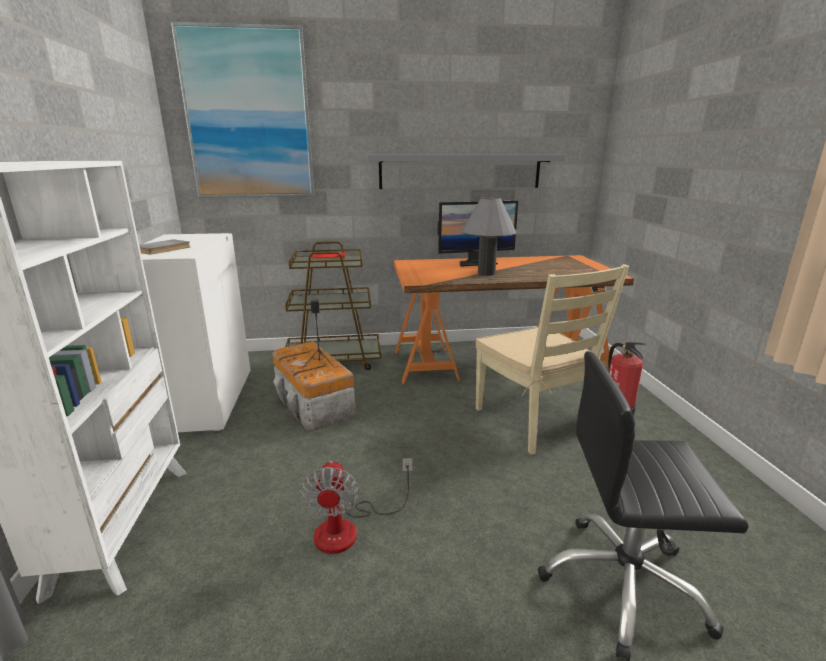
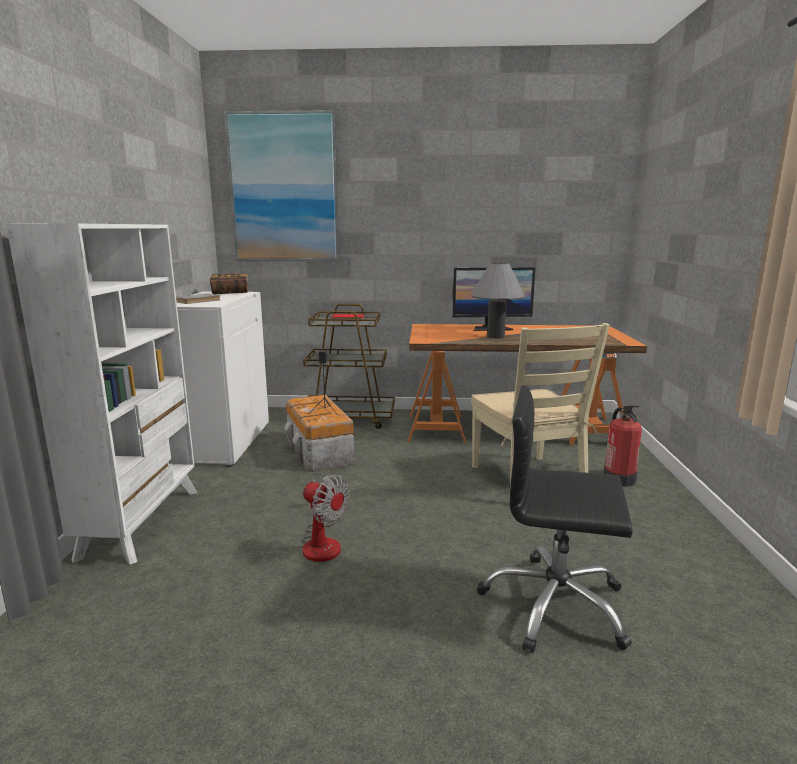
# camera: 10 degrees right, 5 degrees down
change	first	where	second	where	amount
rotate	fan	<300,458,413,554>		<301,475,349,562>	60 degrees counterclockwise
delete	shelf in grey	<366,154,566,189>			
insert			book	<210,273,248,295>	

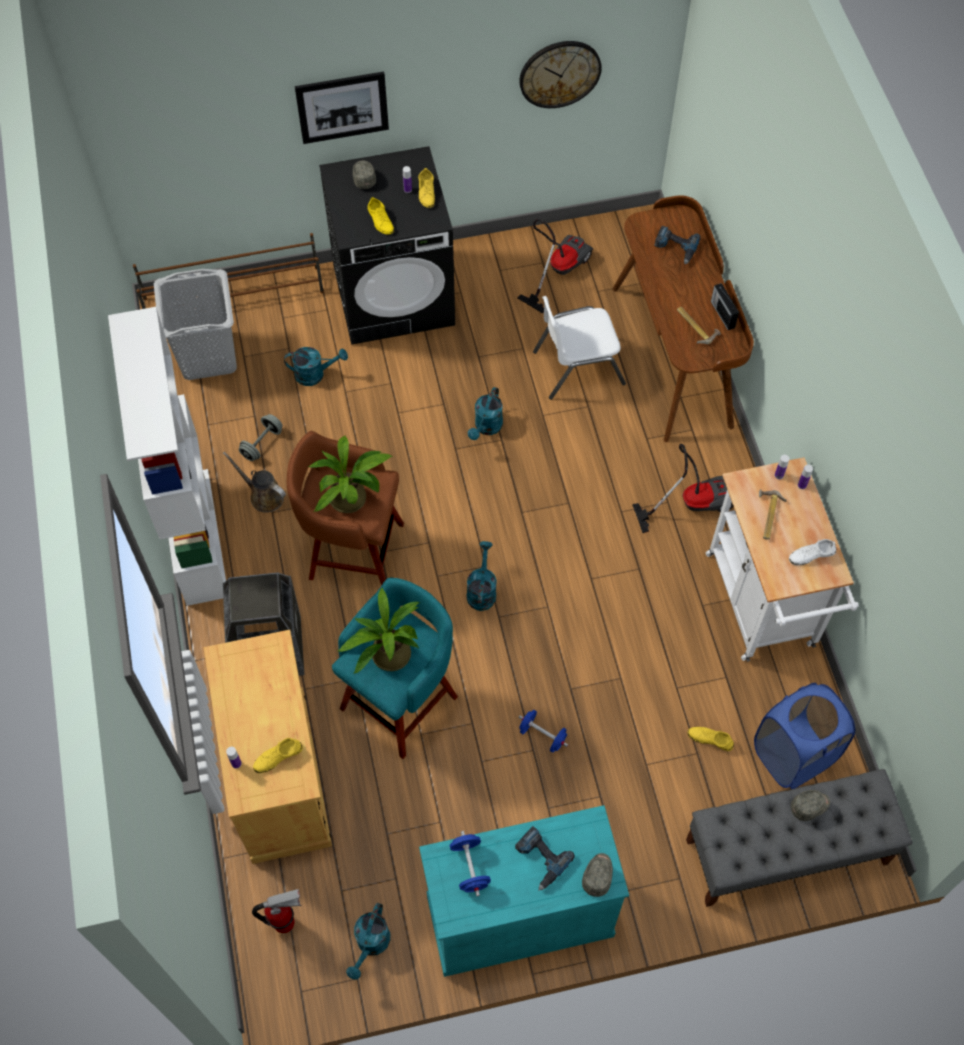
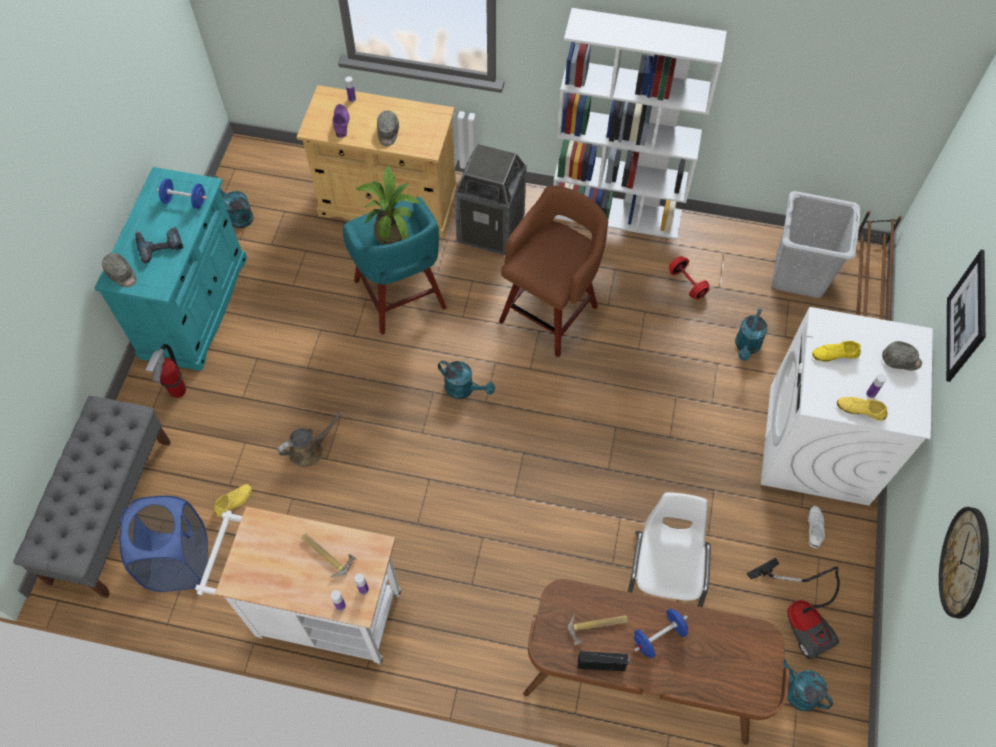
# camera: 115 degrees right, 0 degrees up
change	first	where	second	where	amount
move	watering can in brown	<223,452,286,513>		<277,411,344,467>	
recolor	dumbbell in grey	<239,414,283,461>	dumbbell in red	<669,256,710,299>	
move	fire extinguisher	<252,889,302,933>		<145,344,186,398>	
recolor	shoe in yellow	<253,738,303,773>	shoe in purple	<332,104,350,138>	
delete	potted plant	<308,435,394,513>			
recolor	washing machine in black	<319,146,455,345>	washing machine in white	<761,307,933,506>	
move	watering can in turquoise	<468,387,503,440>		<784,650,833,711>	
move	dumbbell in blue	<518,710,568,753>		<634,609,688,658>	
delete	vacuum cleaner	<632,444,733,533>			
delete	power drill	<654,226,701,264>			
move	shoe in white	<789,539,836,565>		<808,506,825,548>	
move	cap in grey	<791,790,830,821>		<377,110,399,146>	

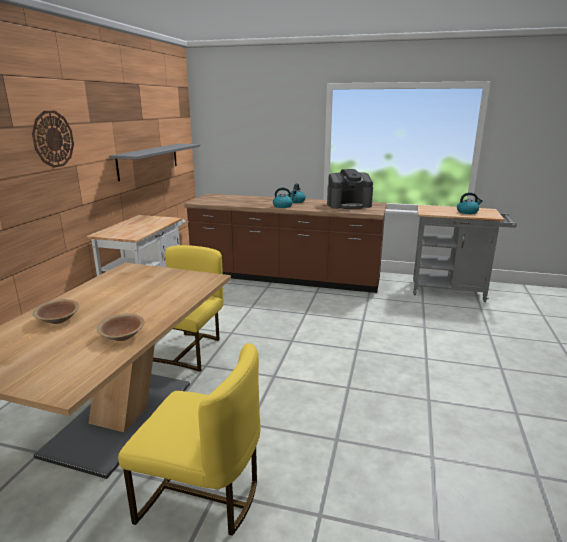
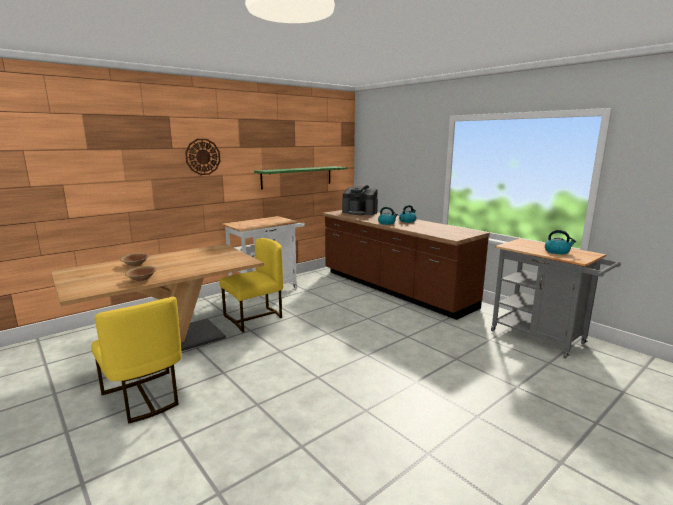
# camera: 35 degrees right, 5 degrees down
change	first	where	second	where	amount
recolor	shelf in grey	<109,144,200,181>	shelf in green	<254,166,347,190>	
move	coffee machine	<327,169,373,209>		<342,185,378,215>	

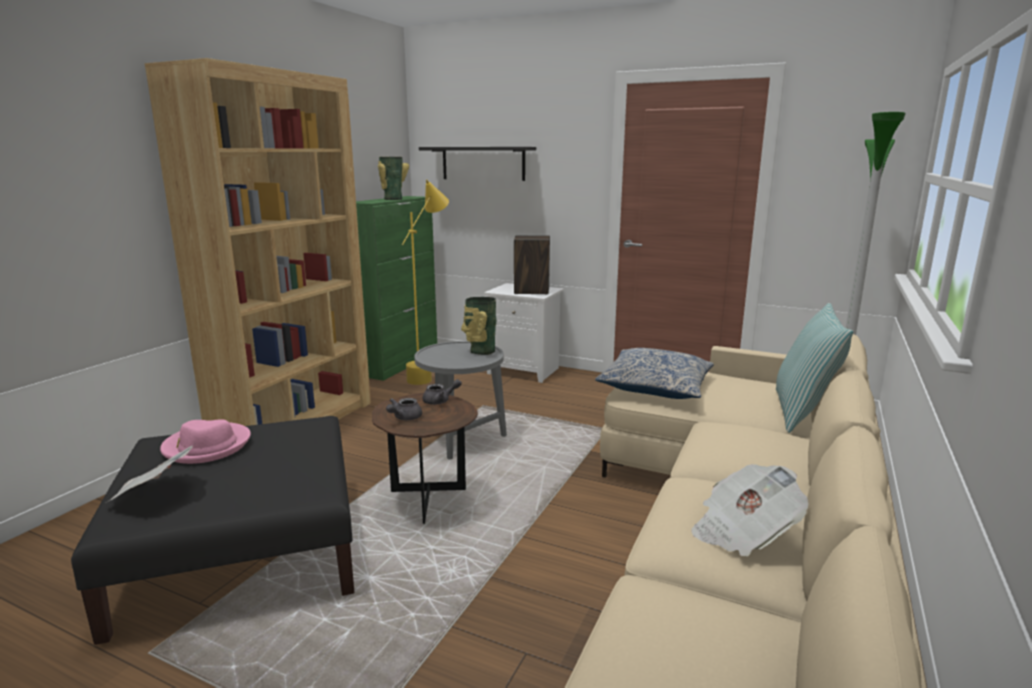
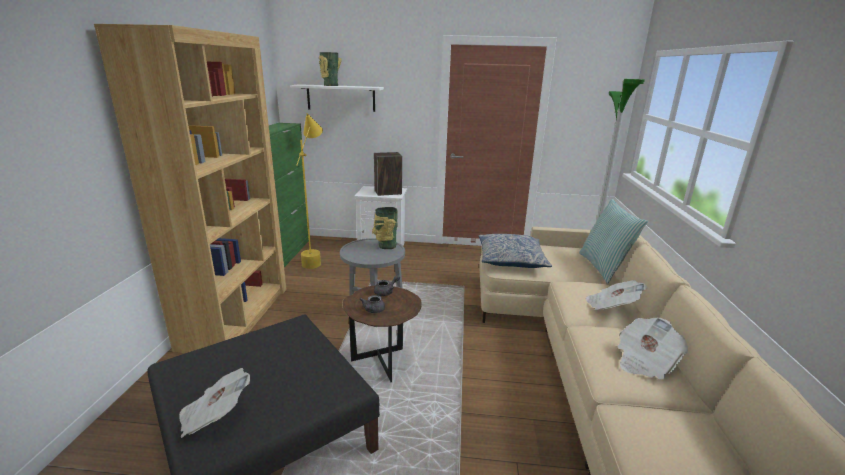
# camera: 20 degrees left, 5 degrees up
change	first	where	second	where	amount
delete	hat in pink	<160,419,251,464>			
move	vase	<378,157,409,200>		<319,52,342,86>	
recolor	shelf in black	<419,147,536,181>	shelf in white	<290,84,384,112>	
insert			newspaper	<585,280,647,310>	

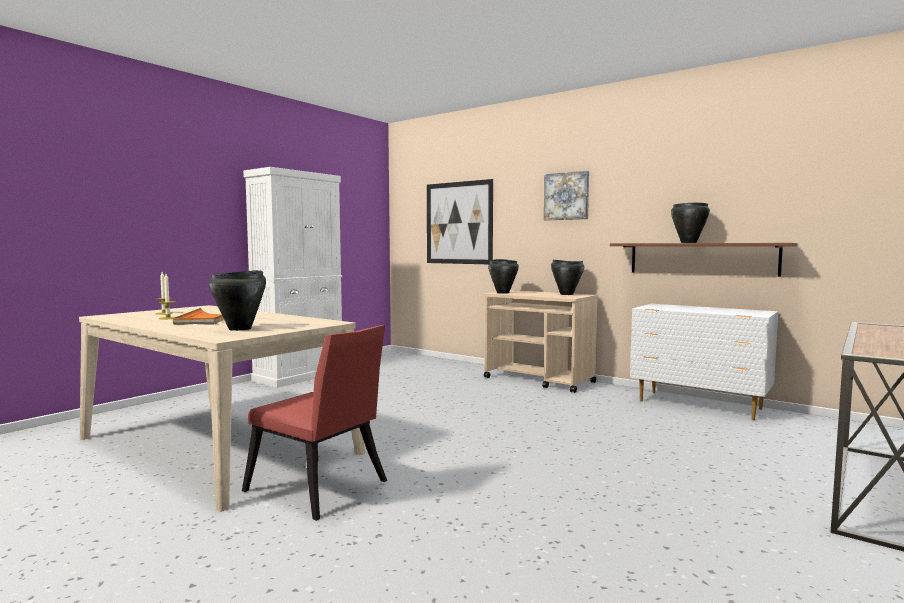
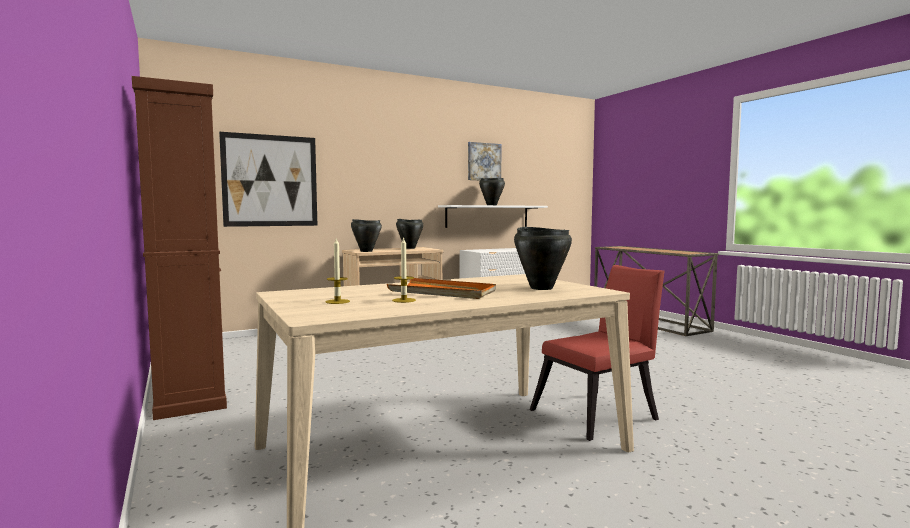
# camera: 65 degrees left, 0 degrees up
change	first	where	second	where	amount
recolor	cabinet in white	<243,167,342,388>	cabinet in brown	<132,76,227,420>	
move	picture	<544,171,589,220>		<468,142,502,180>	
recolor	shelf in brown	<610,243,798,277>	shelf in white	<438,205,548,228>	

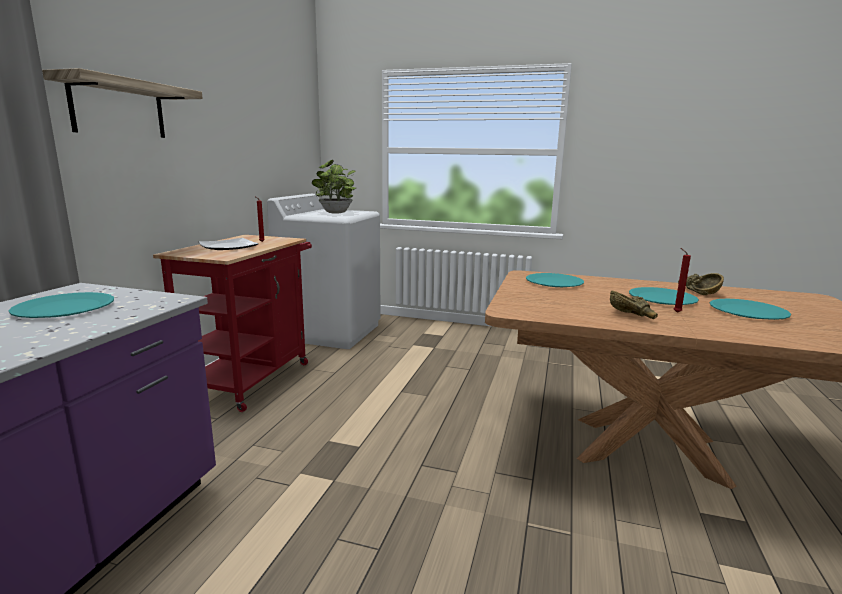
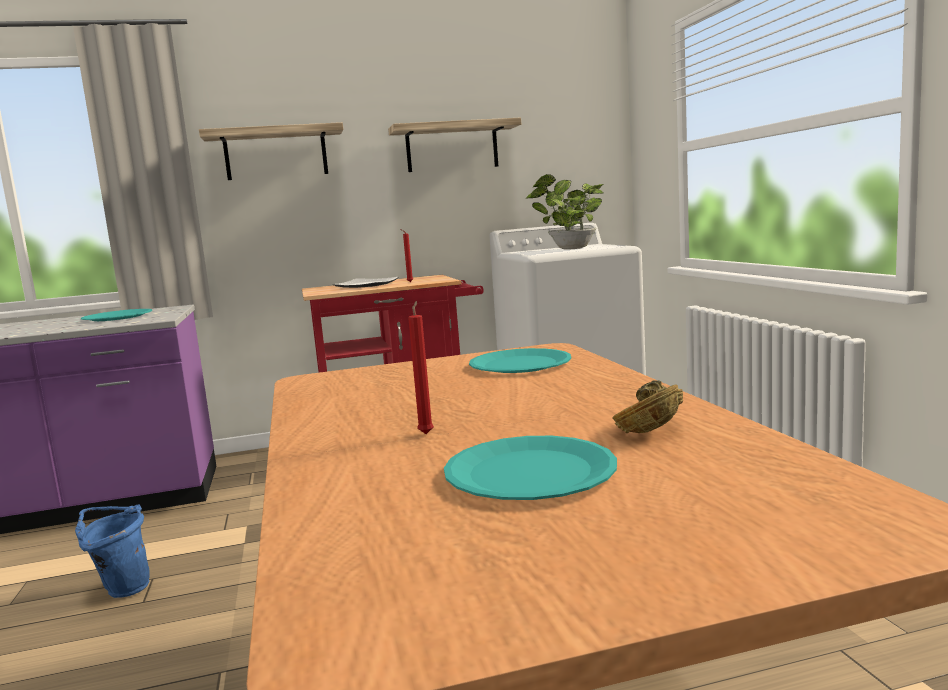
# camera: 60 degrees right, 5 degrees down
change	first	where	second	where	amount
delete	bowl in brown	<610,290,658,319>			
delete	plate in turquoise	<629,287,699,305>			
insert			bucket in blue	<75,504,150,598>	
insert			shelf	<388,117,521,172>	

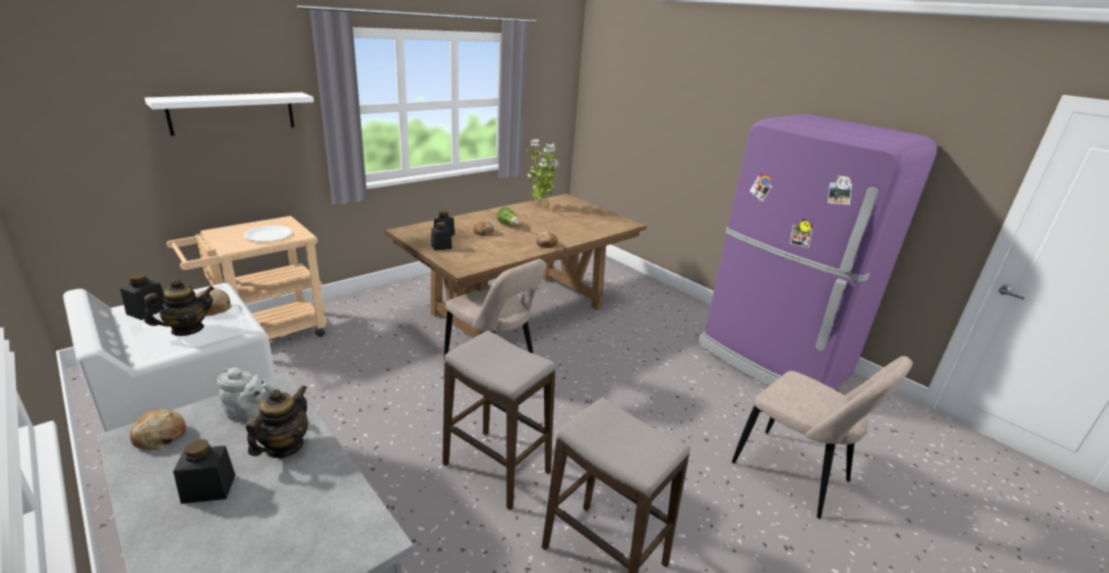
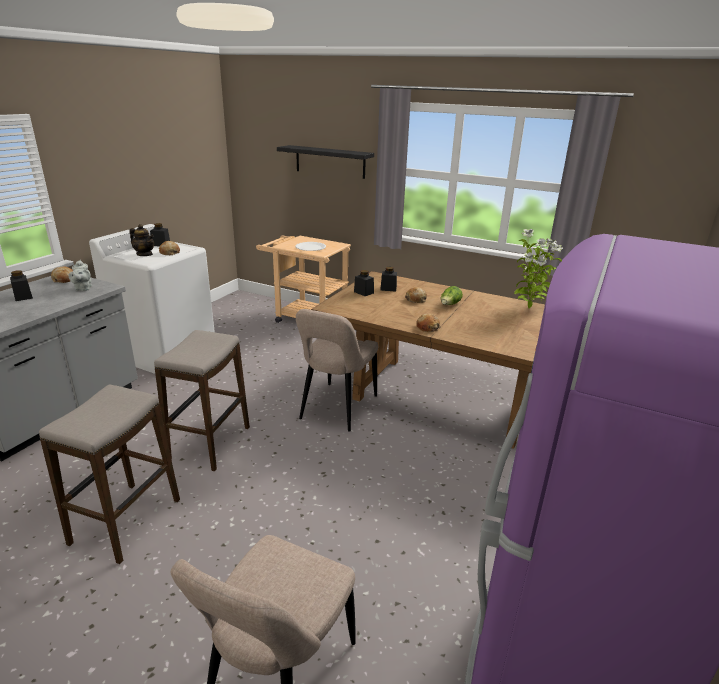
# camera: 70 degrees right, 0 degrees up
change	first	where	second	where	amount
recolor	shelf in white	<145,92,314,136>	shelf in black	<277,145,374,179>	
delete	teapot	<246,385,308,458>			

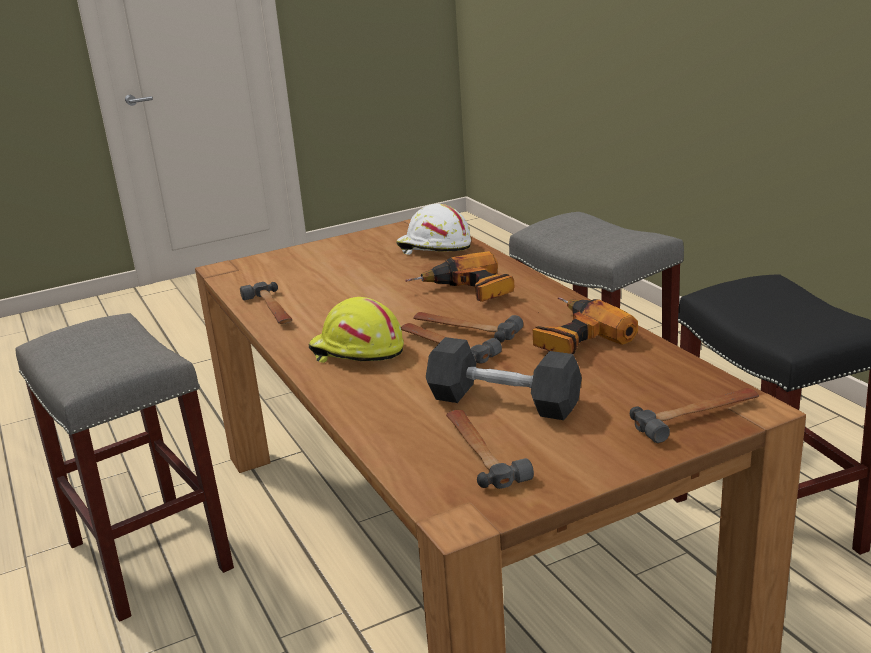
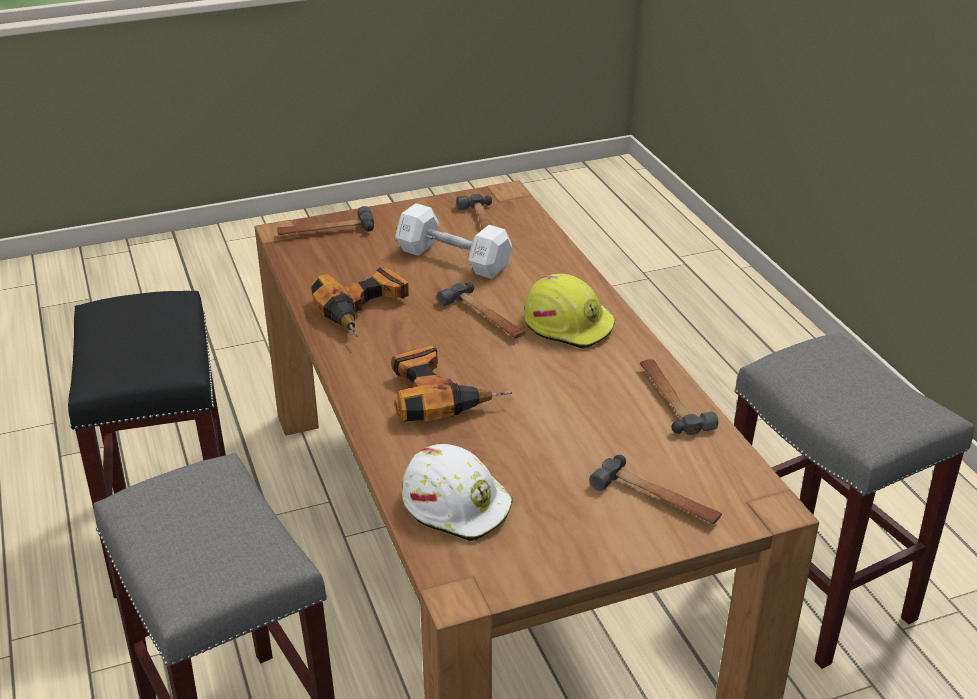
# camera: 175 degrees left, 10 degrees up
change	first	where	second	where	amount
move	hammer	<413,312,523,343>		<589,455,722,524>	
recolor	dumbbell in black	<426,337,582,420>	dumbbell in white	<395,203,512,279>	

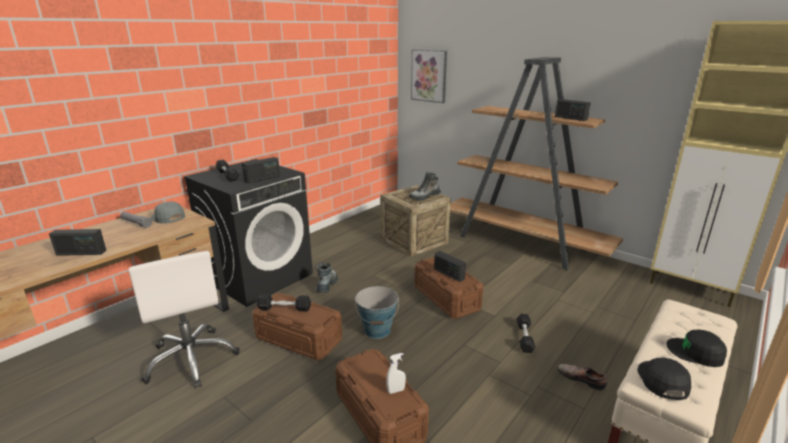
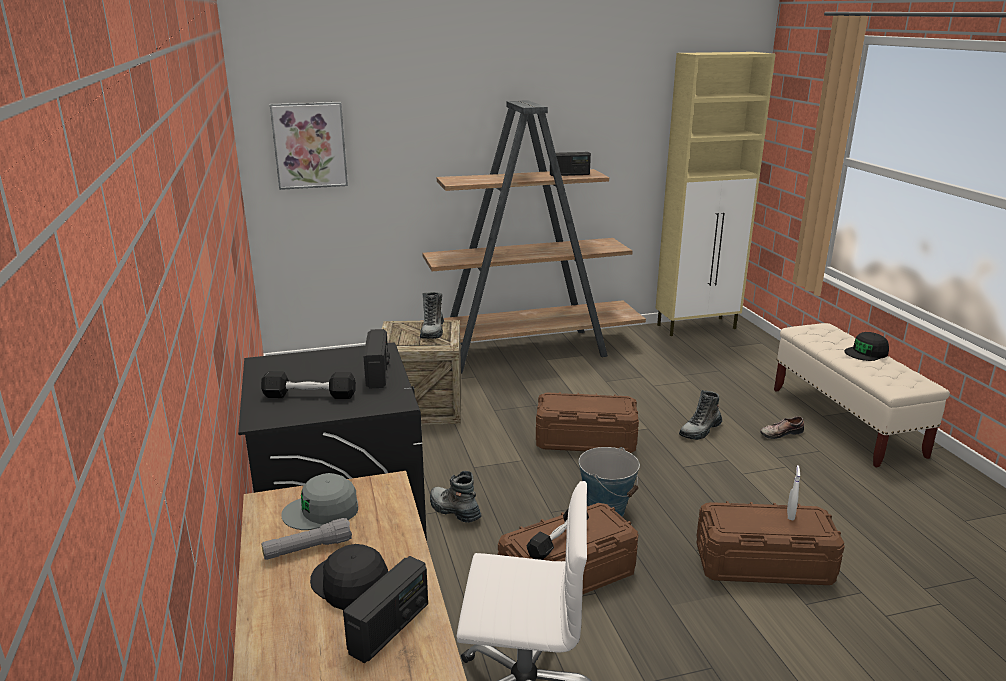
# camera: 55 degrees left, 0 degrees up
change	first	where	second	where	amount
delete	radio	<434,251,466,282>			
replace	dumbbell in black	<517,314,535,353>	boot	<679,390,722,440>	
move	cap in black	<637,358,691,400>		<310,544,388,610>	

